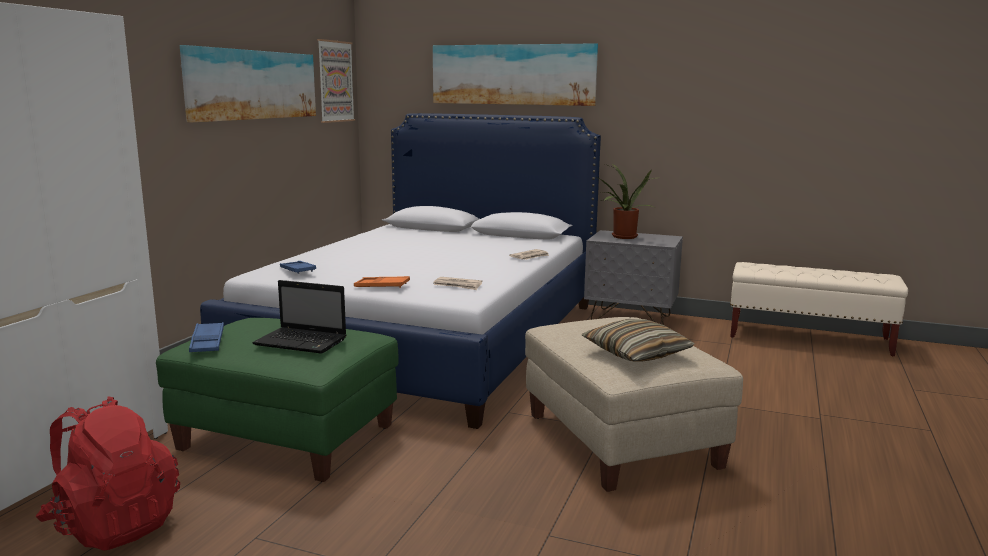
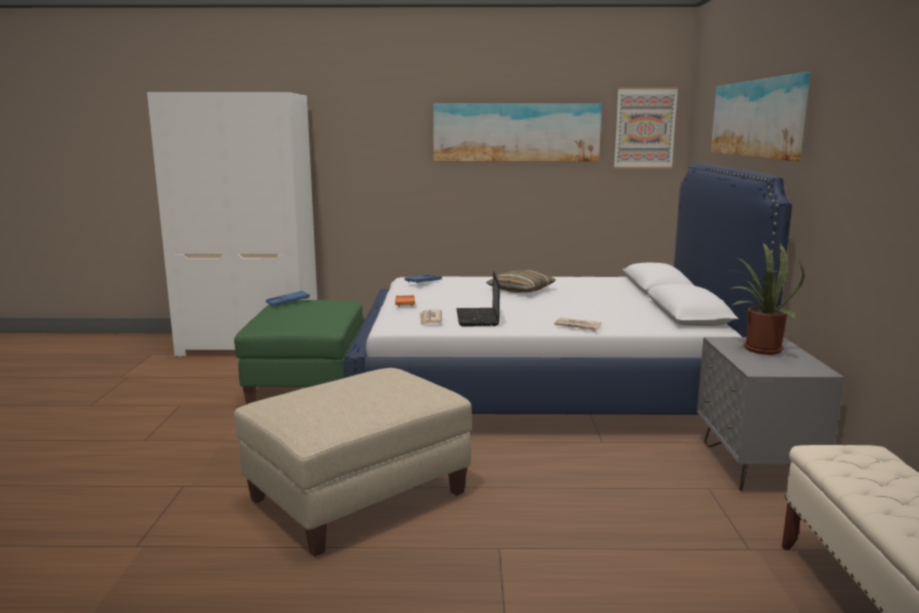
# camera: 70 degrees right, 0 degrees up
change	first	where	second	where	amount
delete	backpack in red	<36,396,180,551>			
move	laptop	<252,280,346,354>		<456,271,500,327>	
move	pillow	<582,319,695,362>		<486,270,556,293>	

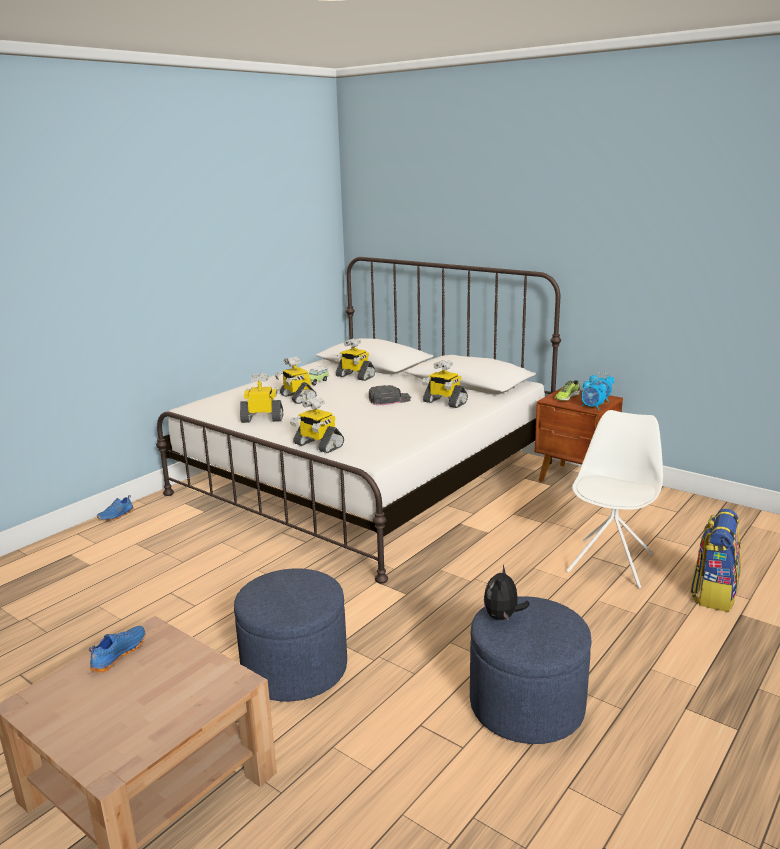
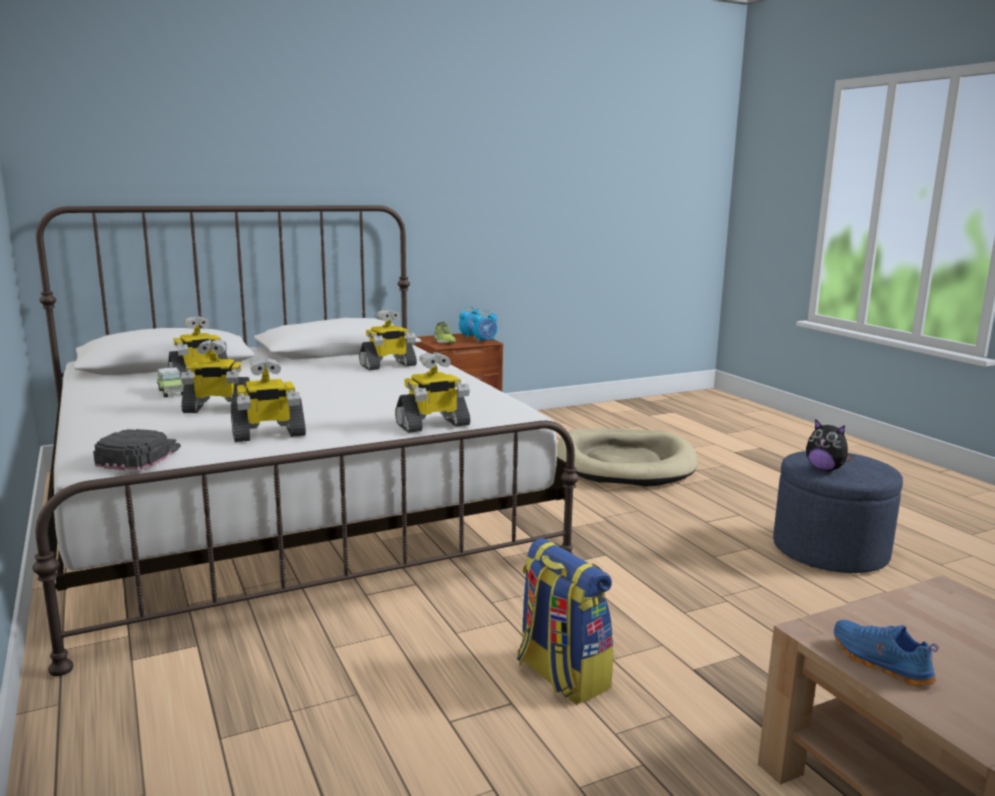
# camera: 65 degrees left, 5 degrees down
change	first	where	second	where	amount
delete	shoe in blue	<97,495,134,521>			
delete	ottoman in blue	<234,569,347,701>			
rotate	toy robot	<240,373,283,423>		<231,358,306,442>	135 degrees counterclockwise
move	cap in black	<369,385,411,405>		<93,429,181,470>	
replace	chair in white	<566,410,663,588>	dog bed in beige	<557,428,698,487>	
move	backpack	<690,509,741,612>		<517,538,613,704>	

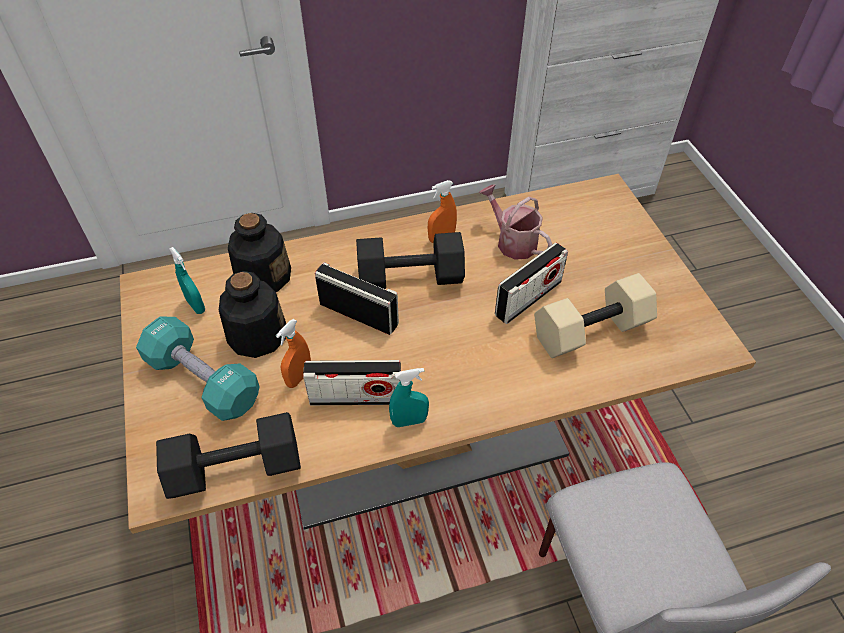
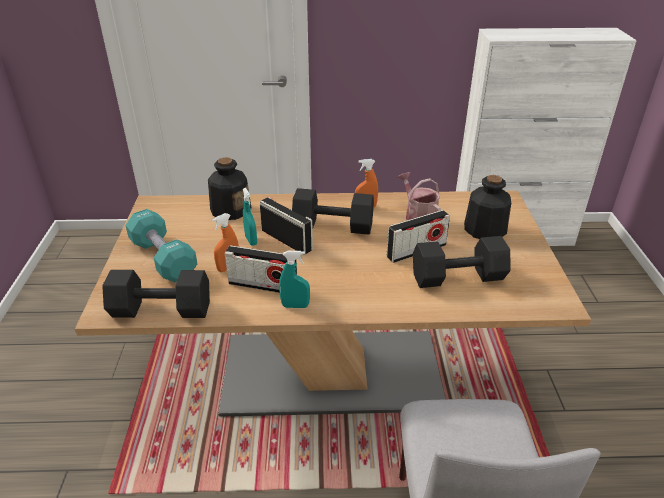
# camera: 15 degrees right, 15 degrees down
change	first	where	second	where	amount
move	spray bottle in turquoise	<169,247,205,314>		<243,188,257,246>	
move	bottle	<219,271,286,358>		<464,175,511,239>	
recolor	dumbbell in beige	<534,273,657,358>	dumbbell in black	<413,236,511,288>	

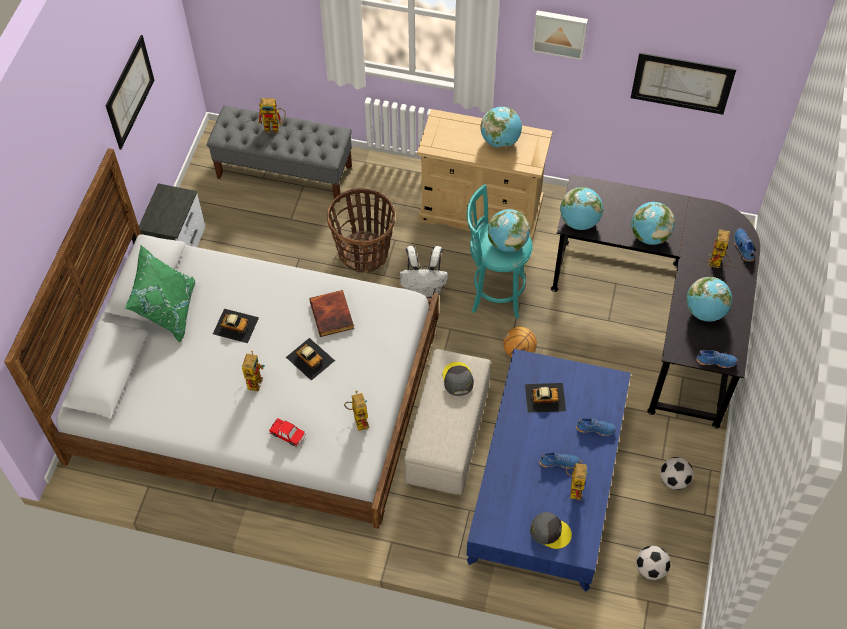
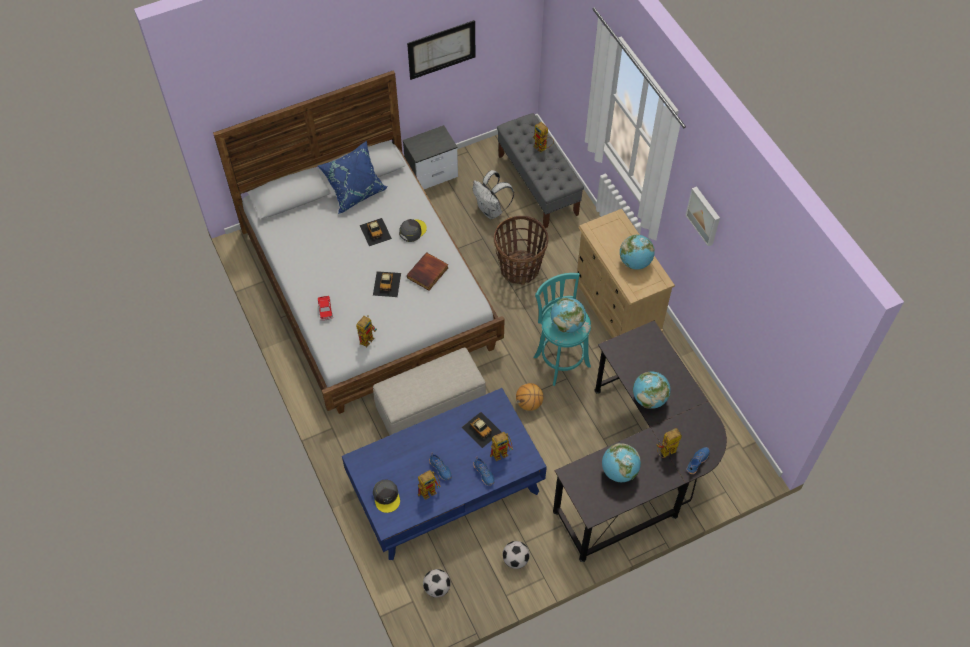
# camera: 50 degrees right, 0 degrees up
change	first	where	second	where	amount
recolor	pillow in green	<125,244,195,342>	pillow in blue	<318,141,388,214>	
move	toy robot	<242,351,265,392>		<490,432,513,461>	
move	backpack in white	<400,246,448,299>		<473,170,514,219>	
move	cap in grey	<443,362,474,396>		<399,219,427,242>	
delete	globe	<560,187,603,230>			
delete	picture	<631,52,736,115>			
delete	shoe in blue	<696,350,738,368>			

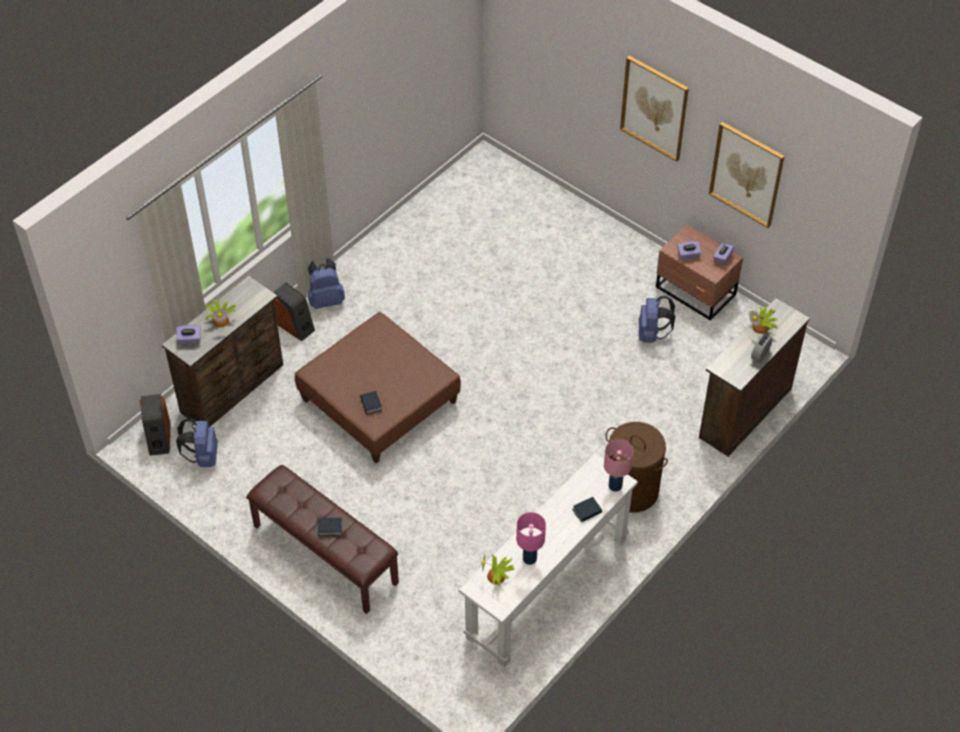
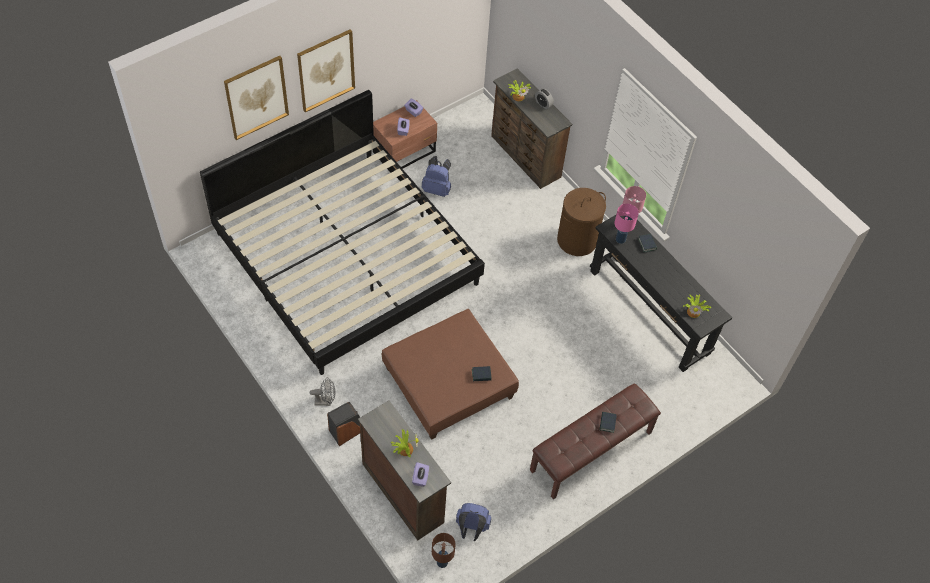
# camera: 80 degrees left, 5 degrees up
change	first	where	second	where	amount
replace	speaker	<139,394,171,456>	table lamp in brown	<432,533,456,568>	
replace	backpack in blue	<308,258,345,309>	fan in grey	<310,377,335,406>	
recolor	console table in white	<459,453,638,667>	console table in black	<590,215,732,372>	
move	table lamp in pink	<516,512,546,565>		<614,204,639,244>	
move	picture	<709,122,785,228>		<224,56,289,140>	
insert			bed	<200,90,485,375>	

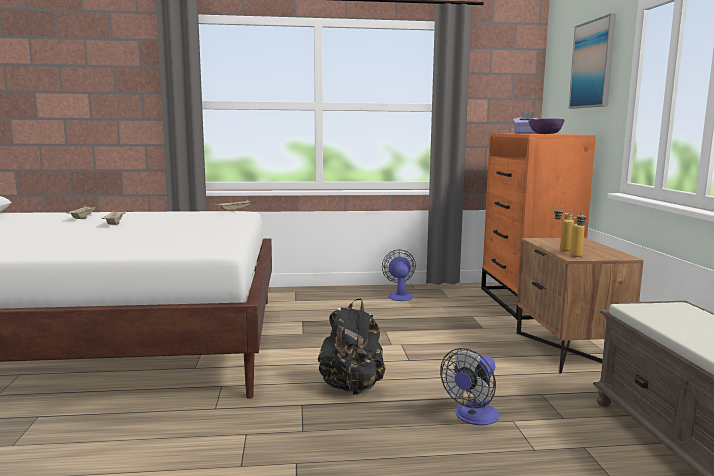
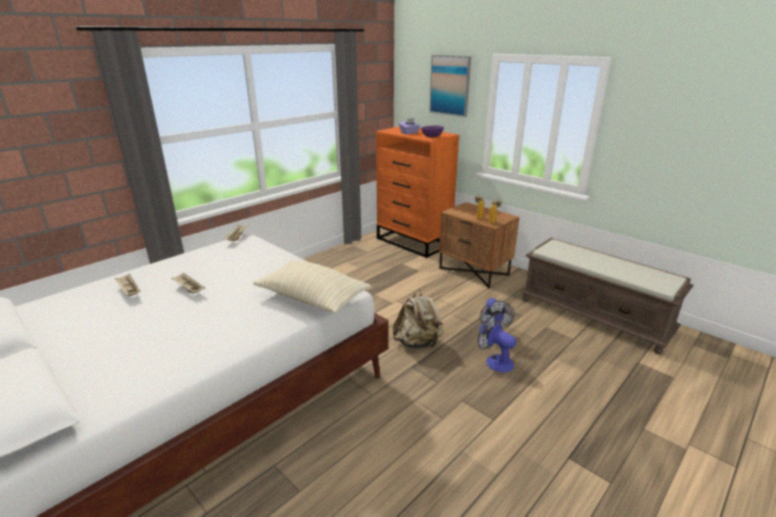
# camera: 40 degrees left, 15 degrees up
change	first	where	second	where	amount
recolor	backpack in black	<318,299,385,395>	backpack in beige	<393,289,444,348>	
move	fan	<382,250,416,301>		<477,315,516,373>	
insert			pillow in beige	<253,260,371,314>	

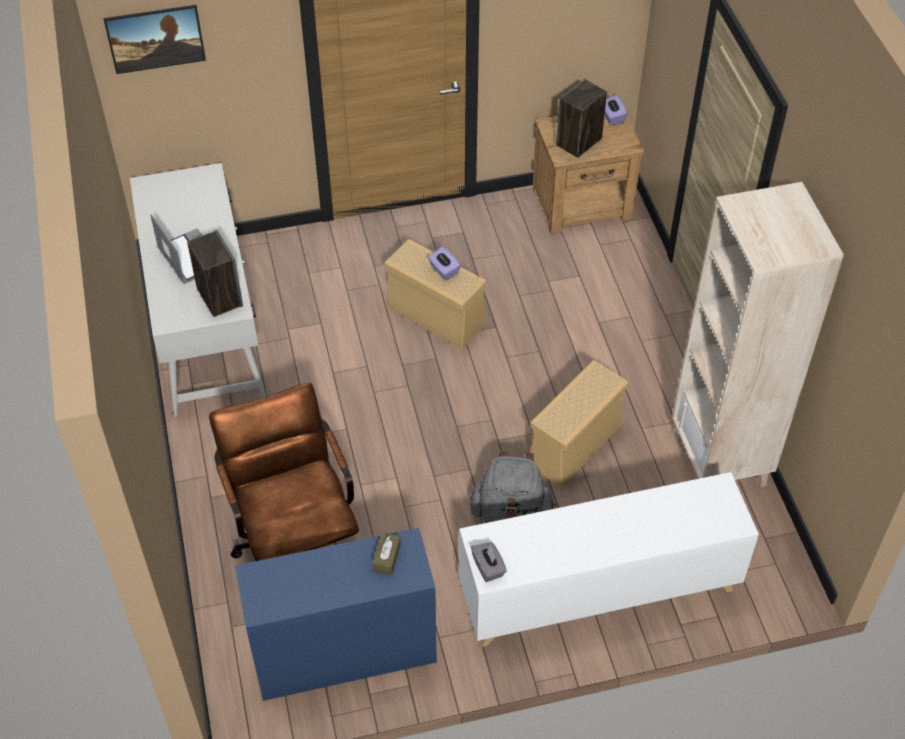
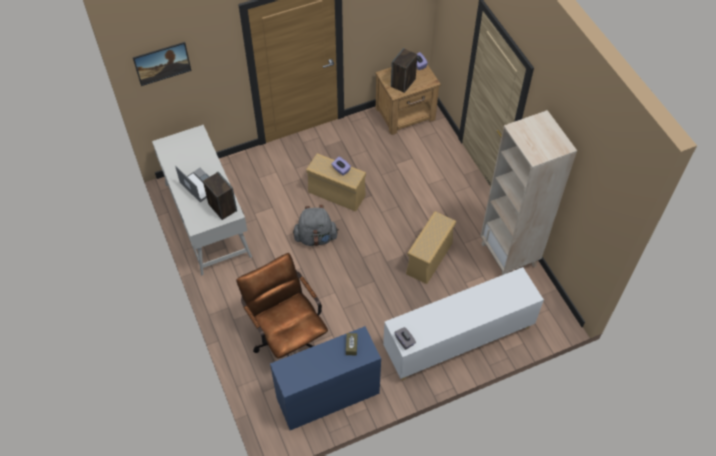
# camera: 10 degrees left, 5 degrees up
change	first	where	second	where	amount
move	backpack in grey	<470,452,556,523>		<293,205,339,246>	

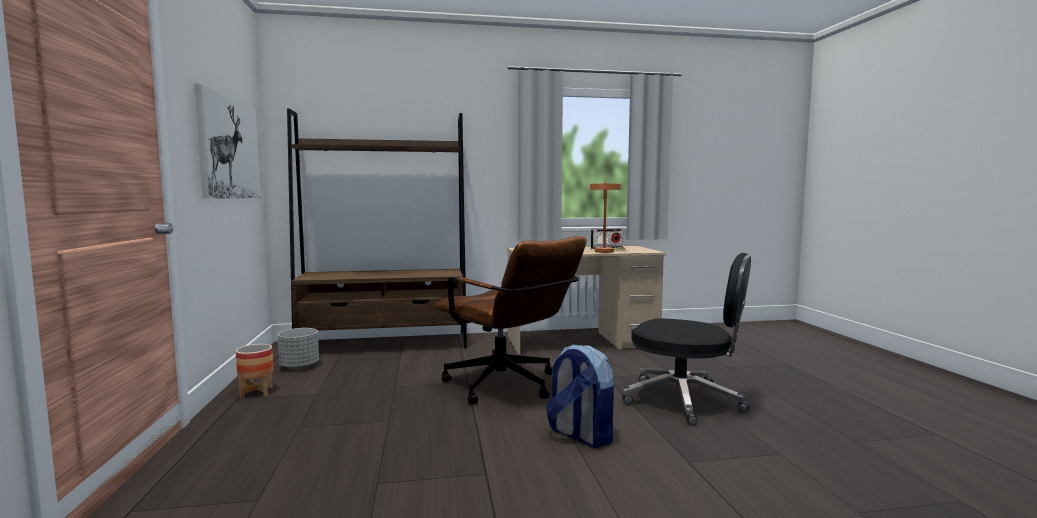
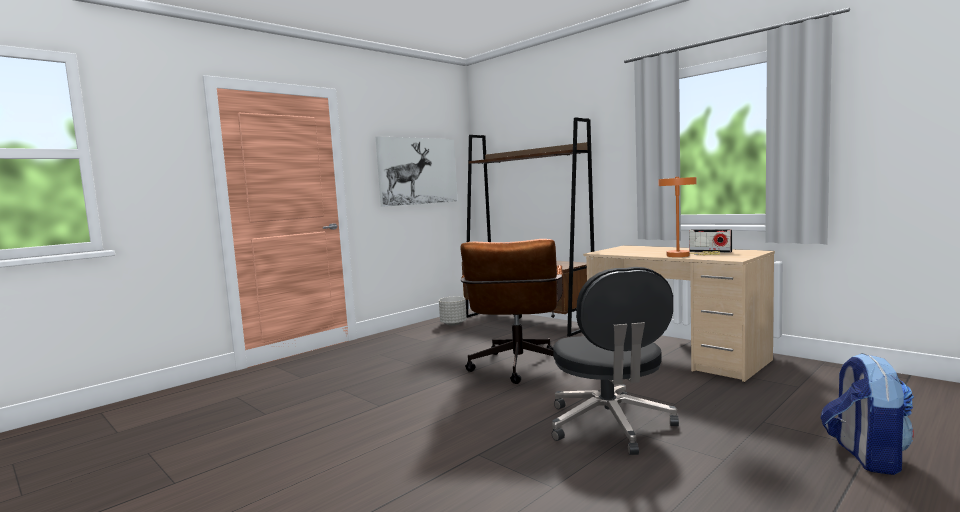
# camera: 55 degrees right, 0 degrees up
change	first	where	second	where	amount
delete	planter	<236,344,273,398>			
move	backpack	<546,344,614,448>		<821,353,914,475>	

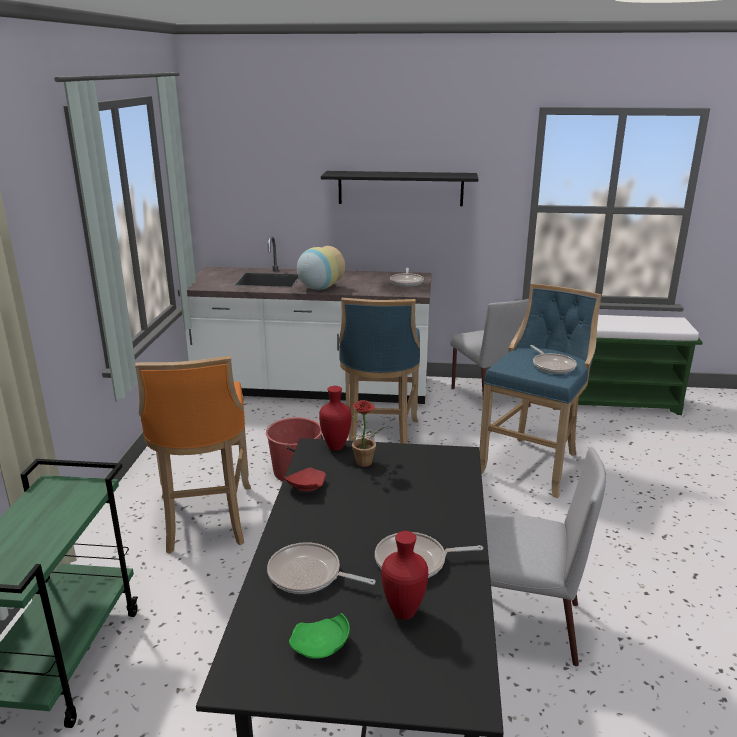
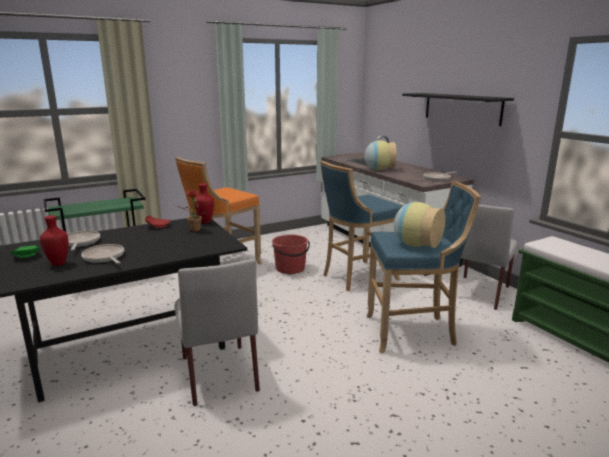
# camera: 55 degrees right, 5 degrees down
change	first	where	second	where	amount
replace	frying pan	<530,345,577,374>	vase	<394,202,445,248>	

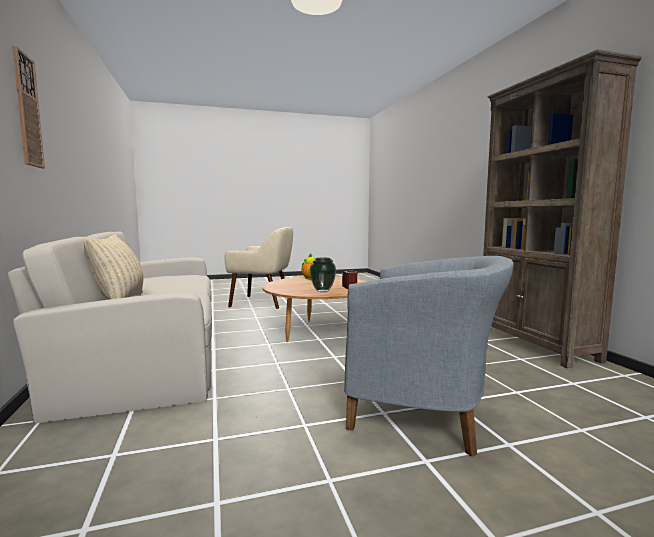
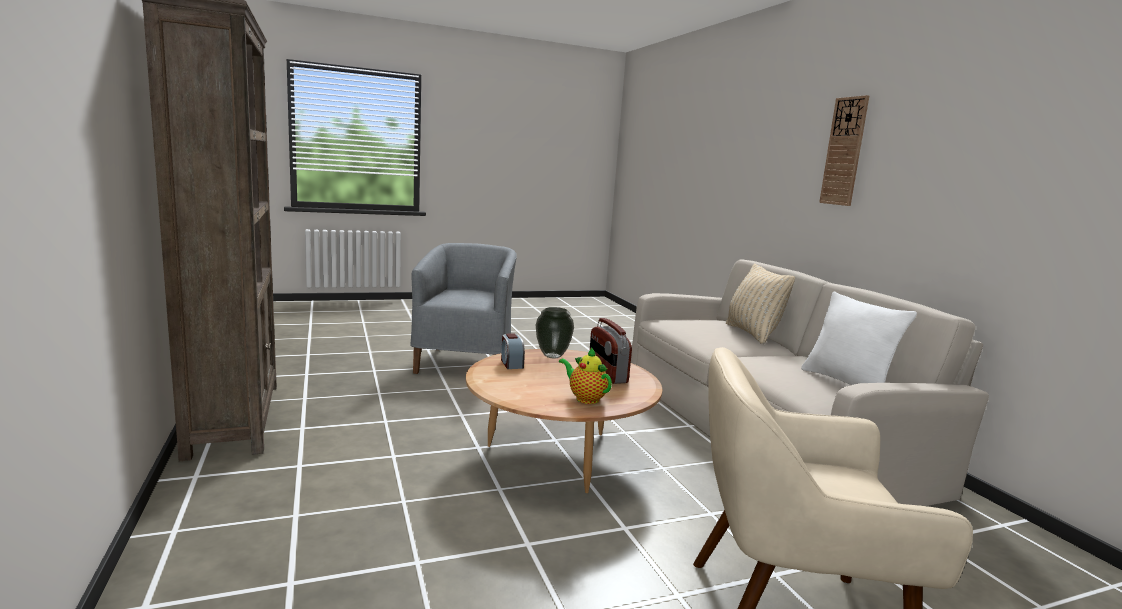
# camera: 175 degrees right, 5 degrees up
change	first	where	second	where	amount
rotate	armchair in grey	<344,256,513,457>		<410,243,517,374>	75 degrees clockwise
insert			radio	<590,318,632,384>	
insert			pillow in white	<801,292,917,385>	

